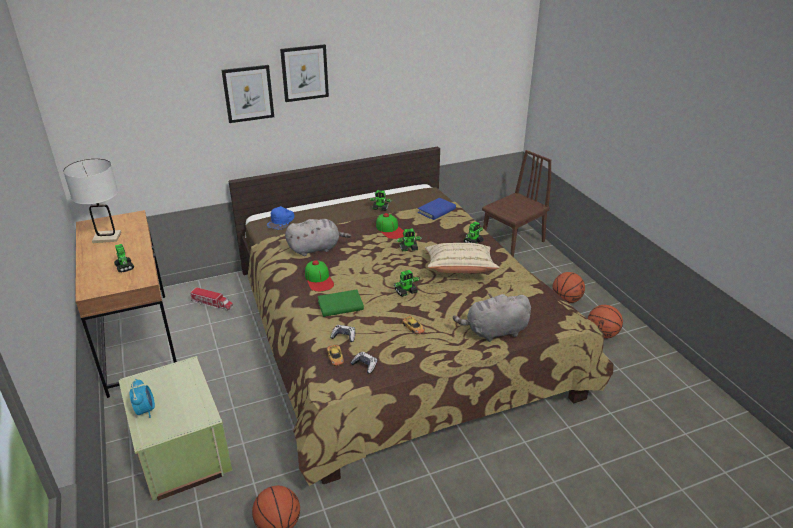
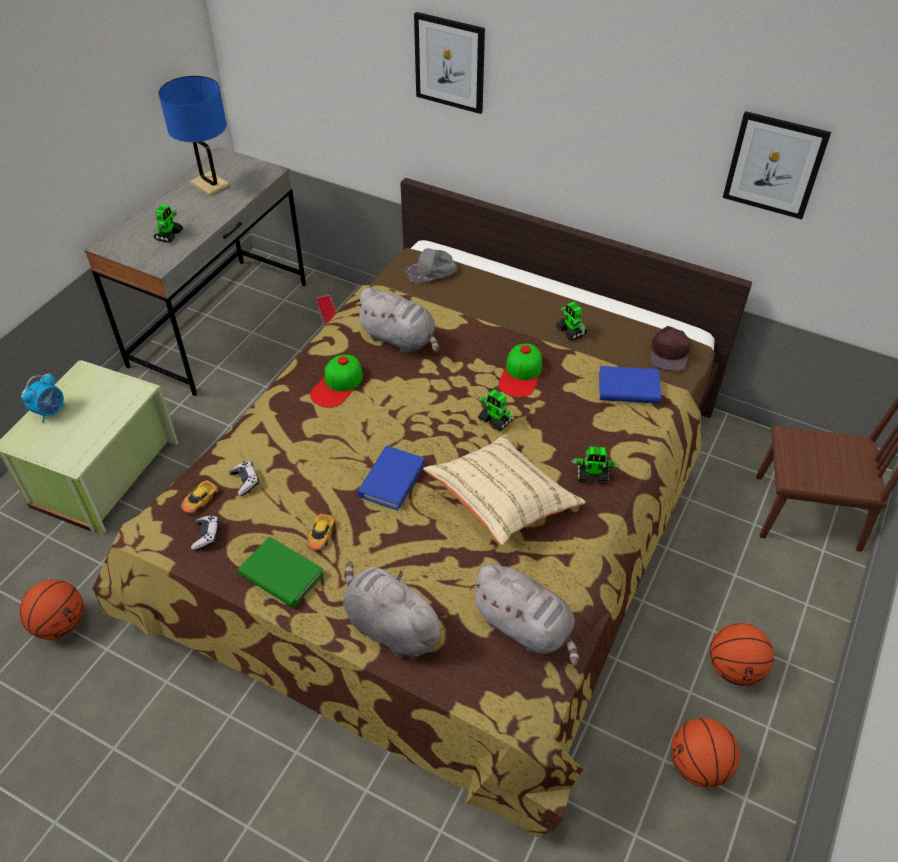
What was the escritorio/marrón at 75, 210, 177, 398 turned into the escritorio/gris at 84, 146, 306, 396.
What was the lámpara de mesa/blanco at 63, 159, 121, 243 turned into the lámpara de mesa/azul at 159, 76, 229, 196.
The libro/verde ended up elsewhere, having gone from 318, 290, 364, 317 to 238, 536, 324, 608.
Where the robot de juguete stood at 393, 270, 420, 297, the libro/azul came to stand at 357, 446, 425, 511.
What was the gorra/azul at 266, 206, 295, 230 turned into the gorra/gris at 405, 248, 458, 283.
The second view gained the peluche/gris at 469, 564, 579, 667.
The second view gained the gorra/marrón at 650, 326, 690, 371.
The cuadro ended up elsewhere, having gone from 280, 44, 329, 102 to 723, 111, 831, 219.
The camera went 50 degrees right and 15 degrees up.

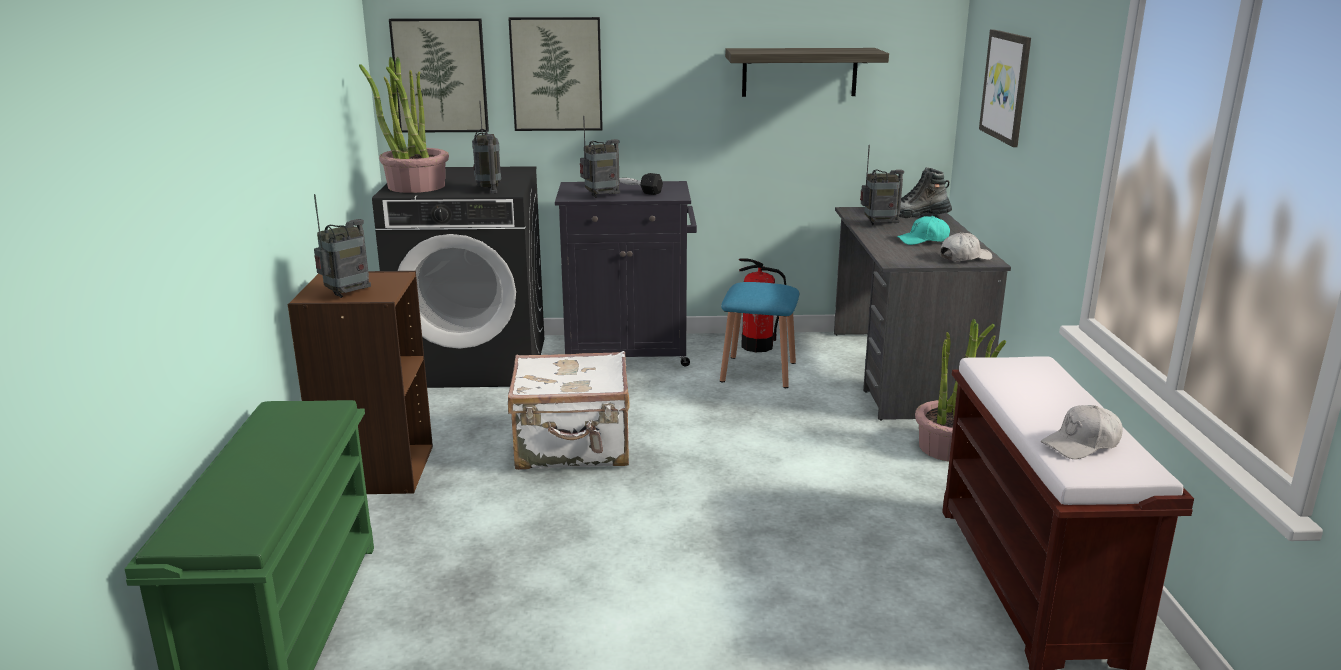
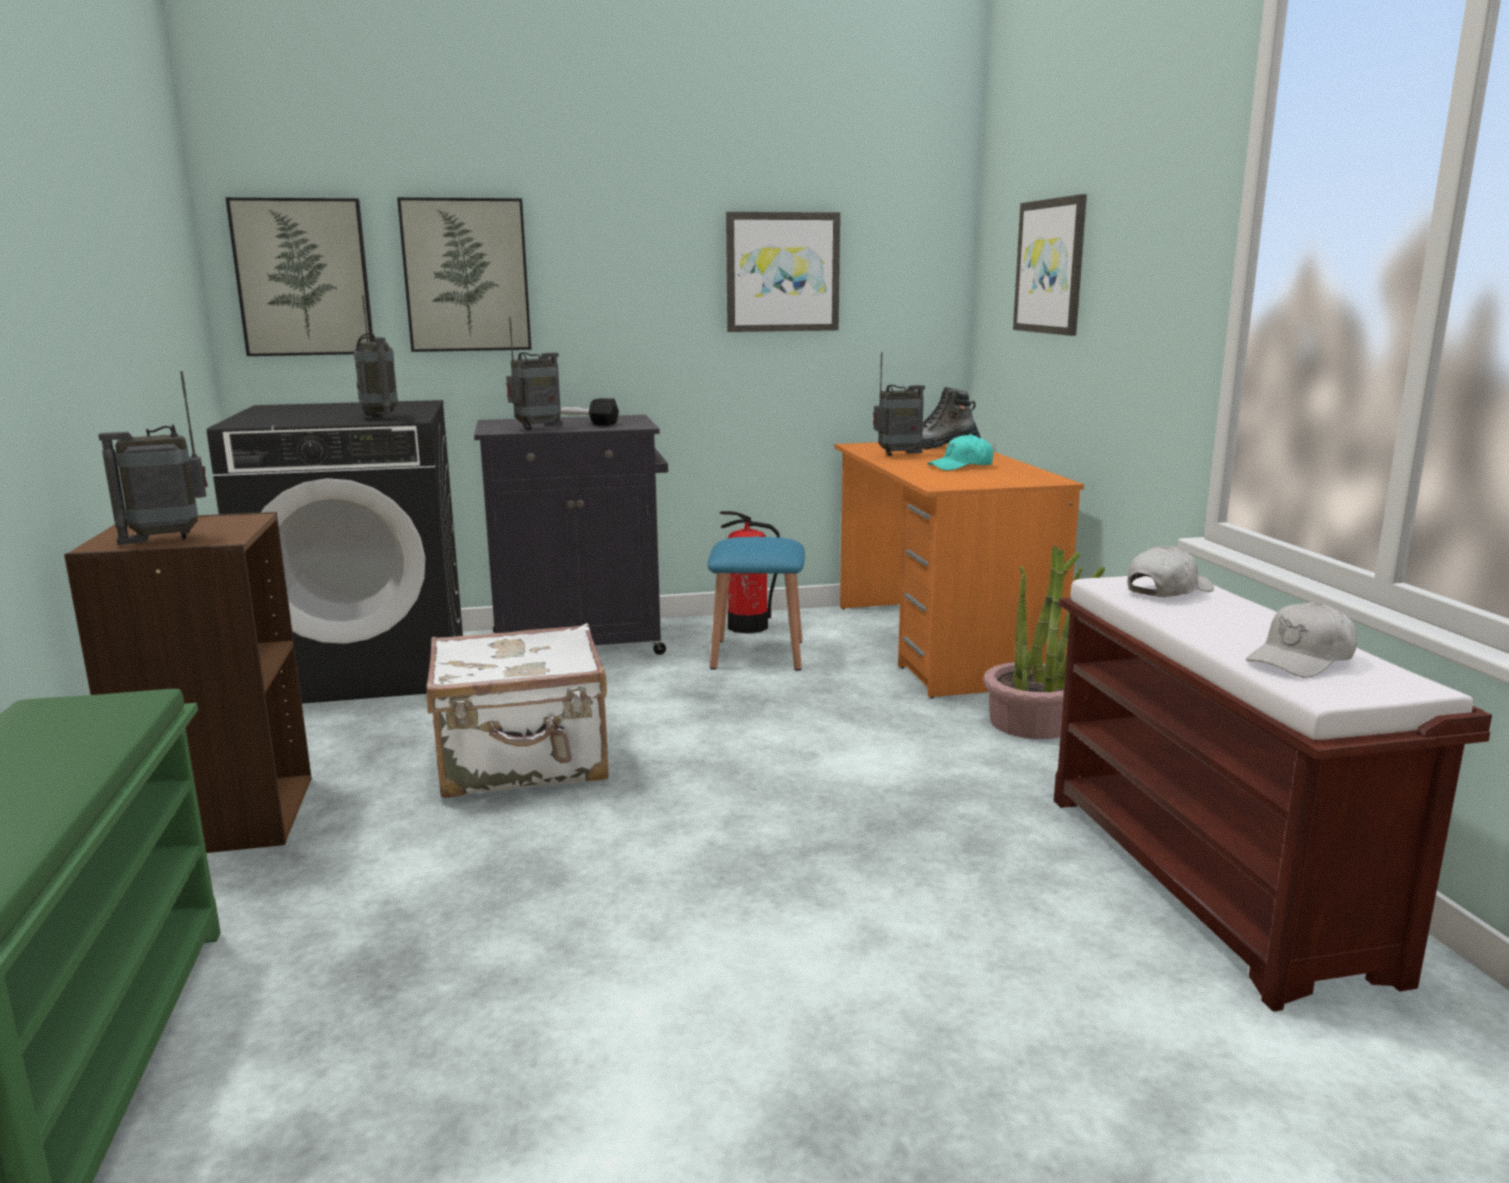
The radio at 314, 194, 371, 298 ended up facing another way, 150 degrees counterclockwise from before.
Where the estante hung at 725, 48, 889, 97, the cuadro came to hang at 726, 212, 840, 332.
What was the escritorio/gris at 834, 207, 1011, 420 turned into the escritorio/naranja at 834, 442, 1084, 698.
The gorra/blanco ended up elsewhere, having gone from 940, 232, 992, 261 to 1128, 546, 1214, 597.
The second view lost the planta en maceta at 359, 56, 449, 193.
The camera went 10 degrees left and 5 degrees down.

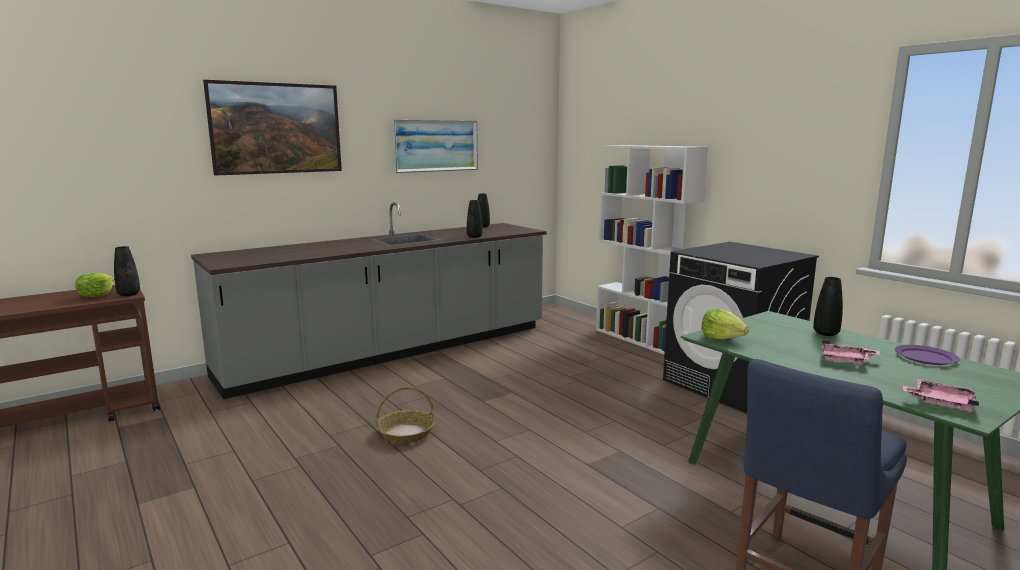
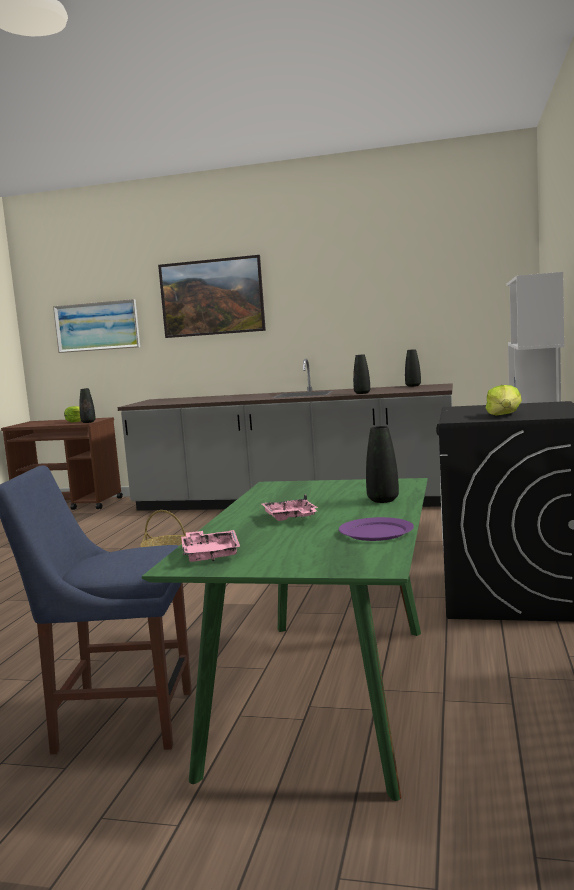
The cuadro ended up elsewhere, having gone from 392, 120, 478, 173 to 53, 299, 140, 353.
The lechuga ended up elsewhere, having gone from 701, 309, 749, 339 to 486, 385, 522, 415.
The camera went 50 degrees right and 5 degrees down.

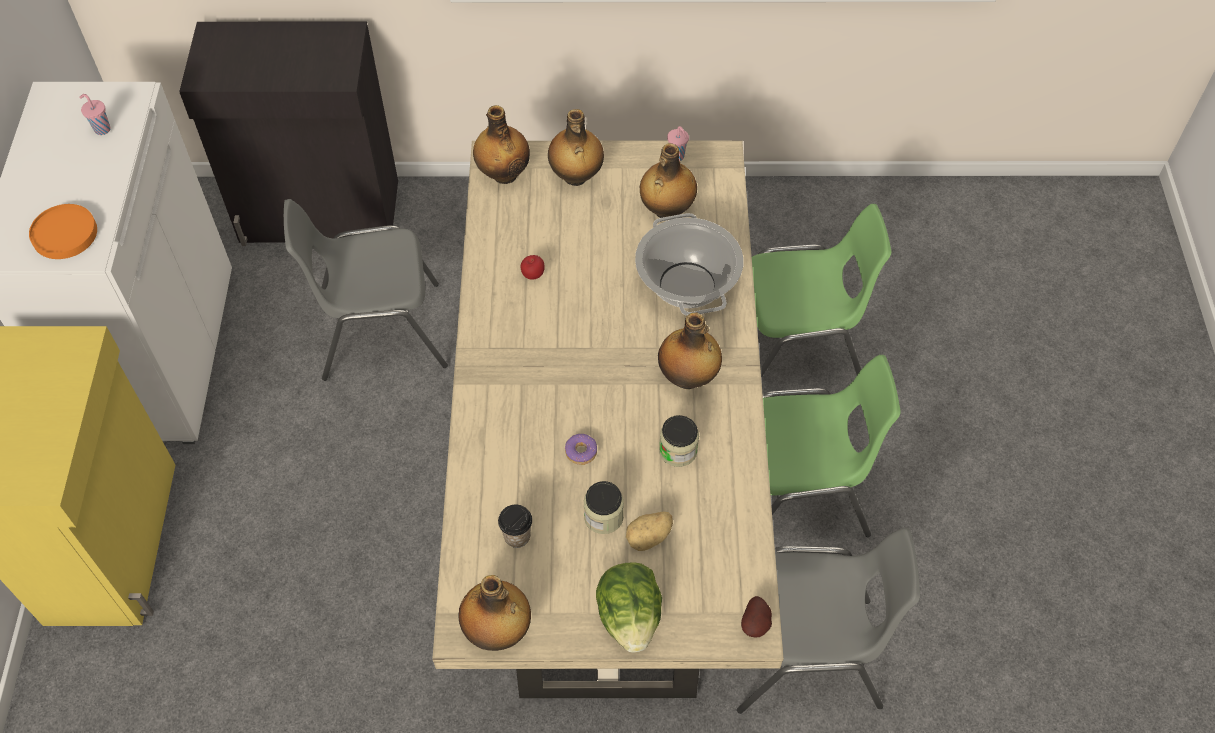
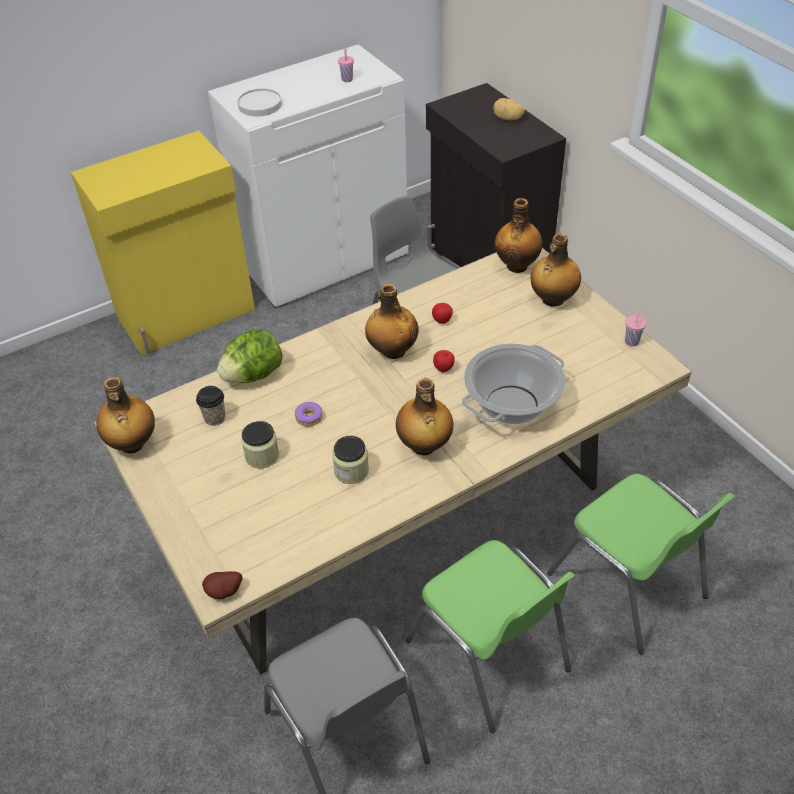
The lechuga ended up elsewhere, having gone from 596, 562, 662, 653 to 217, 330, 283, 383.
What was the plato/naranja at 29, 204, 97, 259 turned into the plato/blanco at 238, 88, 282, 116.
The botella ended up elsewhere, having gone from 640, 143, 697, 218 to 365, 284, 419, 359.
The second view gained the manzana at 433, 350, 455, 373.
The patata ended up elsewhere, having gone from 626, 512, 673, 551 to 493, 98, 525, 120.
The camera went 60 degrees right and 10 degrees down.

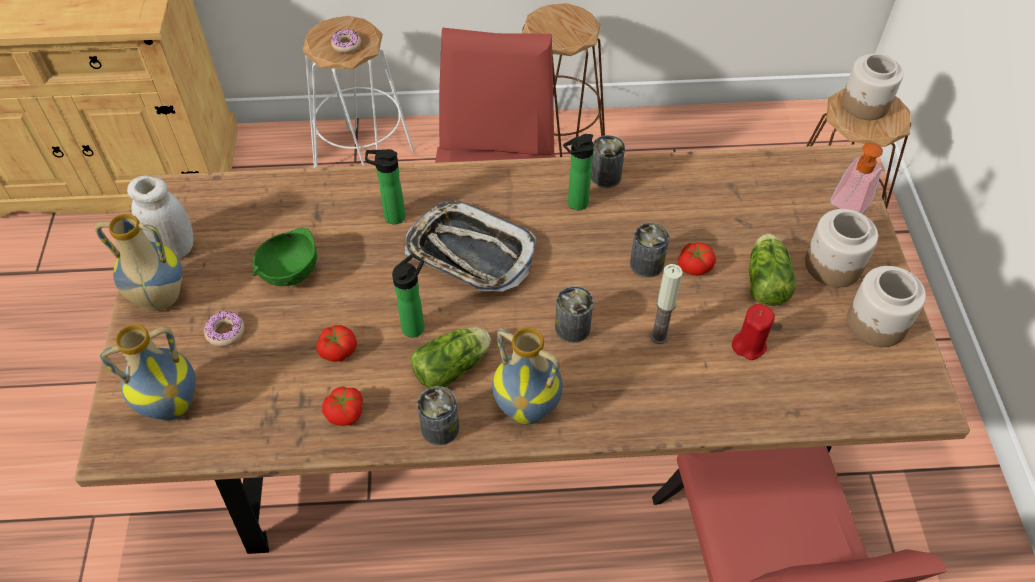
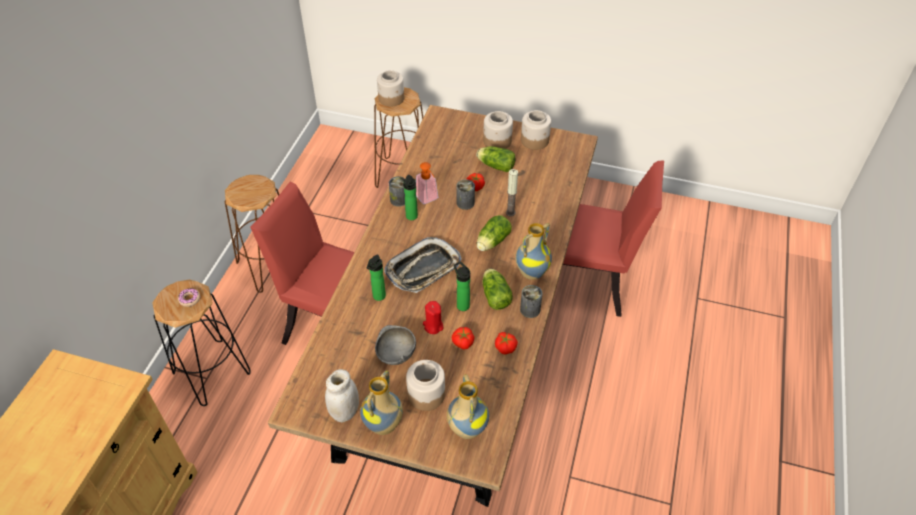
What was the taburete/blanco at 302, 16, 414, 168 turned into the taburete/negro at 152, 280, 251, 406.
What was the cuenco/verde at 253, 228, 317, 286 turned into the cuenco/gris at 375, 325, 416, 365.
Where the rosquilla stood at 204, 311, 245, 347, the tarro came to stand at 406, 360, 445, 411.
The dispensador de jabón ended up elsewhere, having gone from 831, 143, 883, 213 to 416, 162, 438, 204.
The vela/rojo ended up elsewhere, having gone from 732, 304, 775, 360 to 423, 301, 444, 334.
Where the lata stood at 555, 286, 593, 343, the lechuga came to stand at 477, 215, 512, 251.
The camera went 70 degrees left and 5 degrees down.

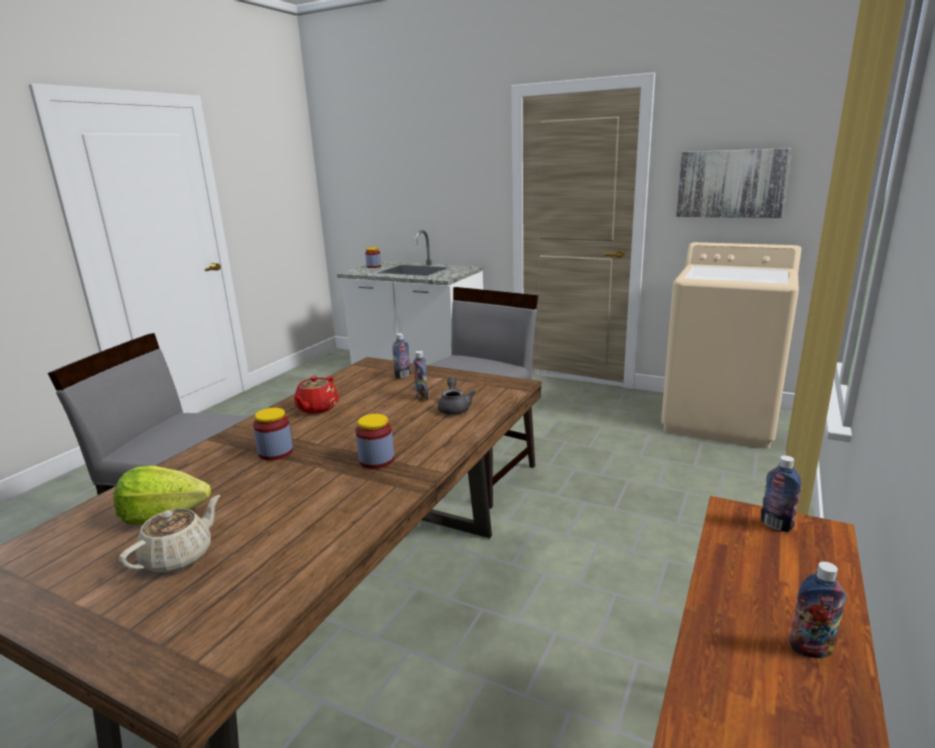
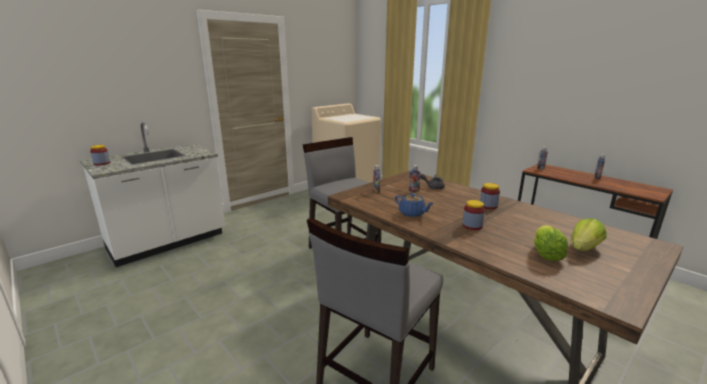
What was the tetera/rojo at 293, 376, 339, 414 turned into the tetera/azul at 395, 193, 434, 217.
Where the tetera/beis stood at 119, 495, 220, 573, the lechuga came to stand at 571, 218, 607, 251.
The second view lost the cuadro at 676, 148, 792, 218.
The camera went 70 degrees left and 0 degrees up.

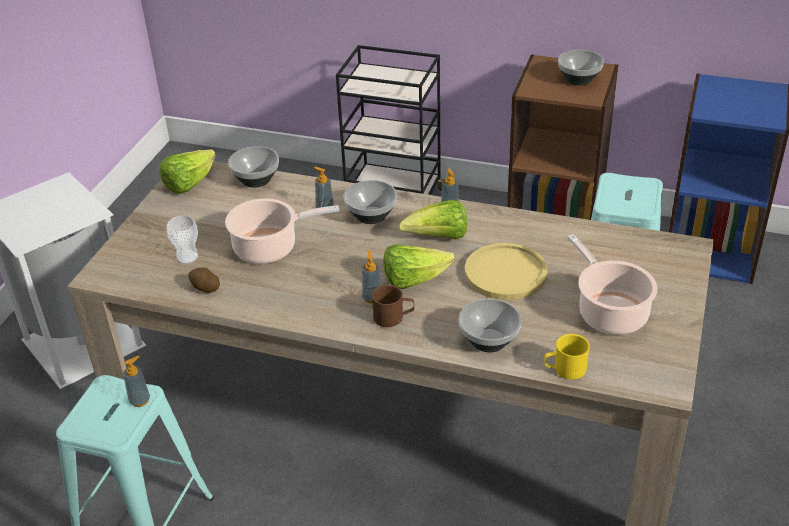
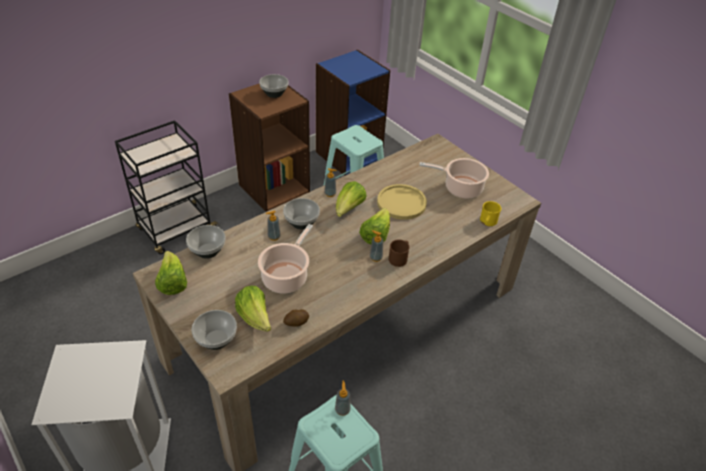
The cuenco ended up elsewhere, having gone from 459, 299, 522, 352 to 191, 310, 237, 350.
Where the taza stood at 166, 216, 198, 264, the lechuga came to stand at 235, 286, 271, 332.
The camera went 60 degrees left and 5 degrees up.

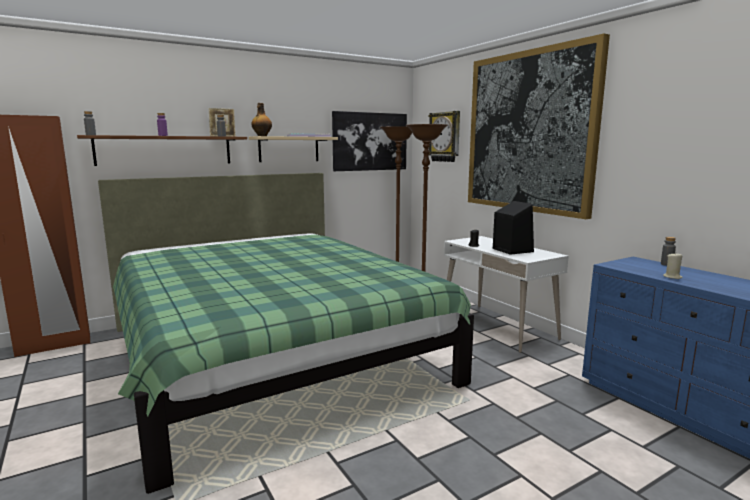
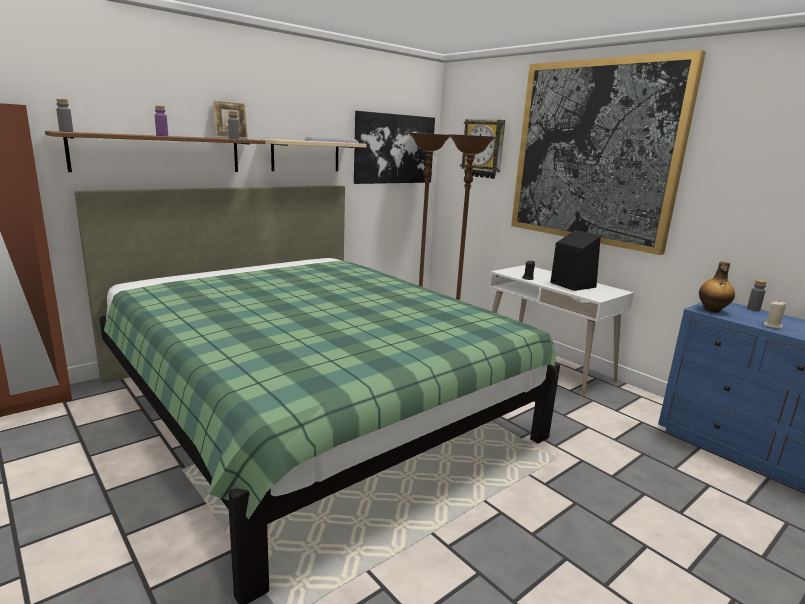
The botella ended up elsewhere, having gone from 251, 103, 272, 136 to 699, 261, 735, 313.
The camera went 10 degrees left and 5 degrees up.

